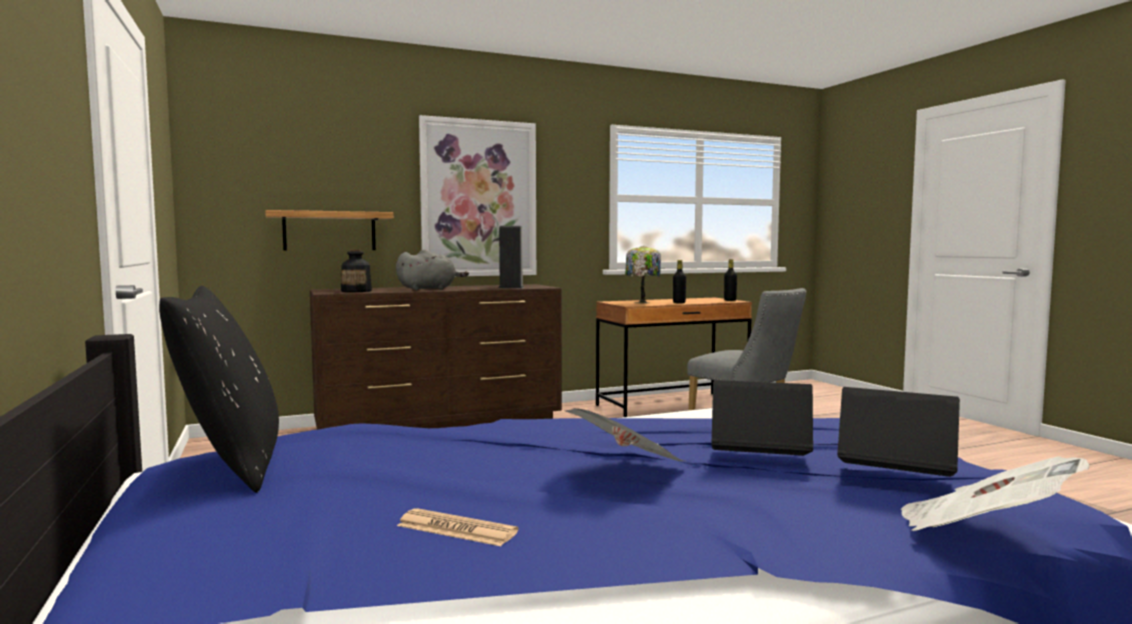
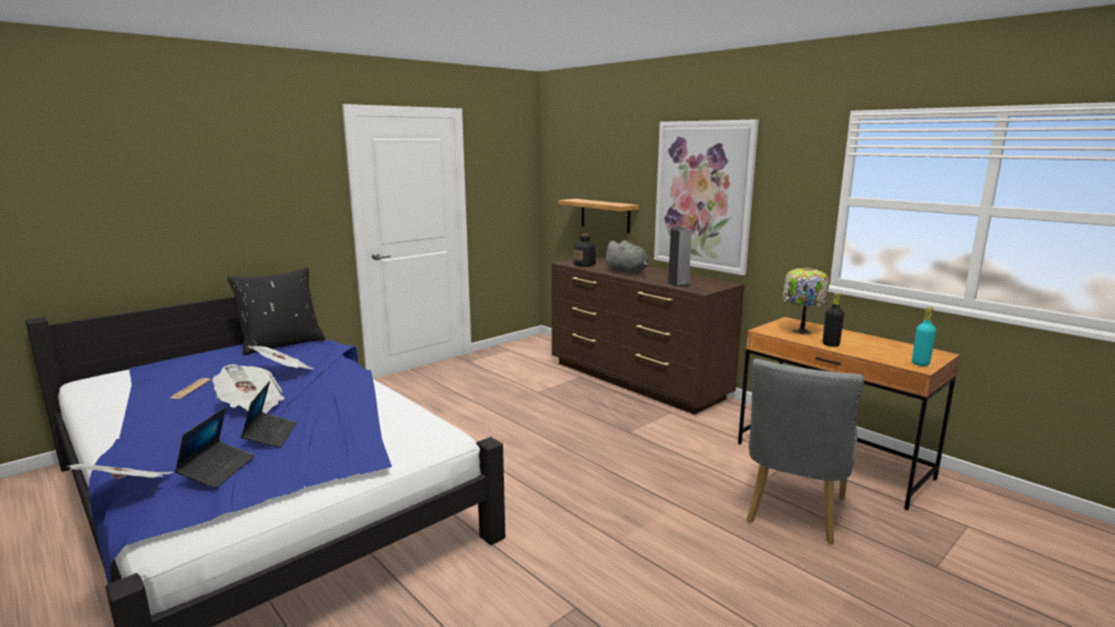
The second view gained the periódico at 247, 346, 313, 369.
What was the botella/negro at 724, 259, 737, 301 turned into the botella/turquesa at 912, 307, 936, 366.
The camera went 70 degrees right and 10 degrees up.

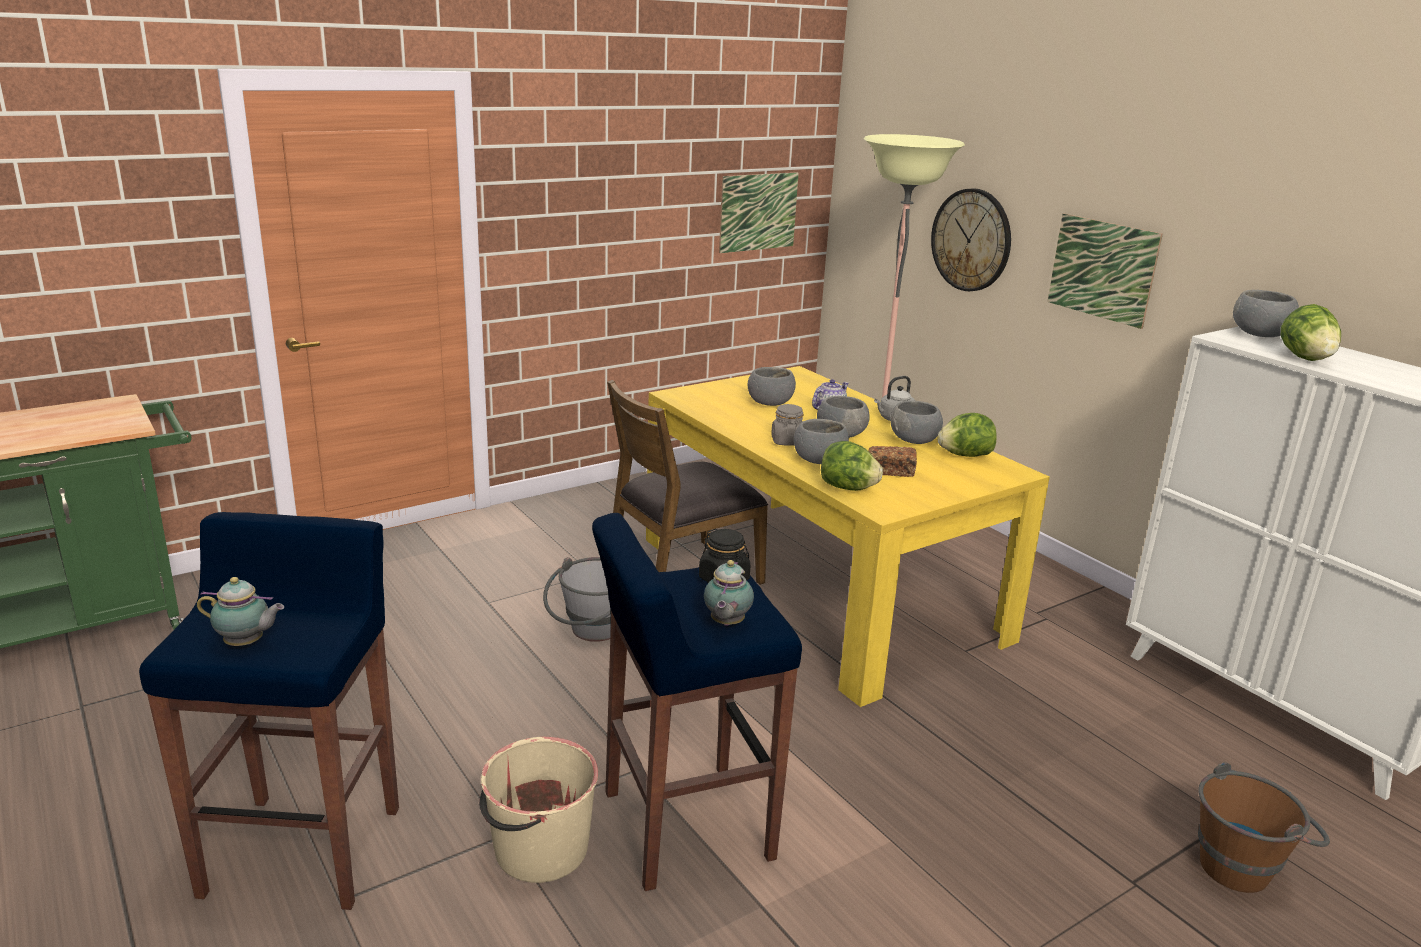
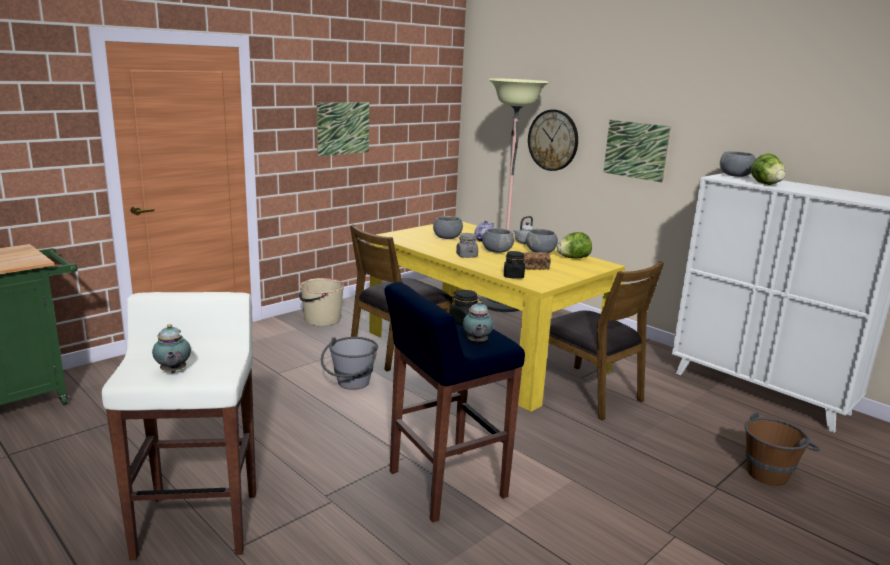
What was the taburete/azul at 139, 512, 399, 910 turned into the taburete/blanco at 102, 292, 256, 560.
The tetera at 197, 577, 284, 646 ended up facing another way, 75 degrees clockwise from before.
The cubo/beis ended up elsewhere, having gone from 479, 737, 598, 883 to 299, 278, 344, 326.
The cuadro ended up elsewhere, having gone from 719, 172, 799, 253 to 316, 102, 369, 156.
Where the lechuga stood at 821, 441, 883, 491, the tarro/negro came to stand at 504, 251, 525, 279.
The second view gained the silla/marrón at 549, 261, 664, 420.
The second view lost the cuenco/gris at 794, 419, 849, 464.
The camera went 10 degrees left and 5 degrees down.

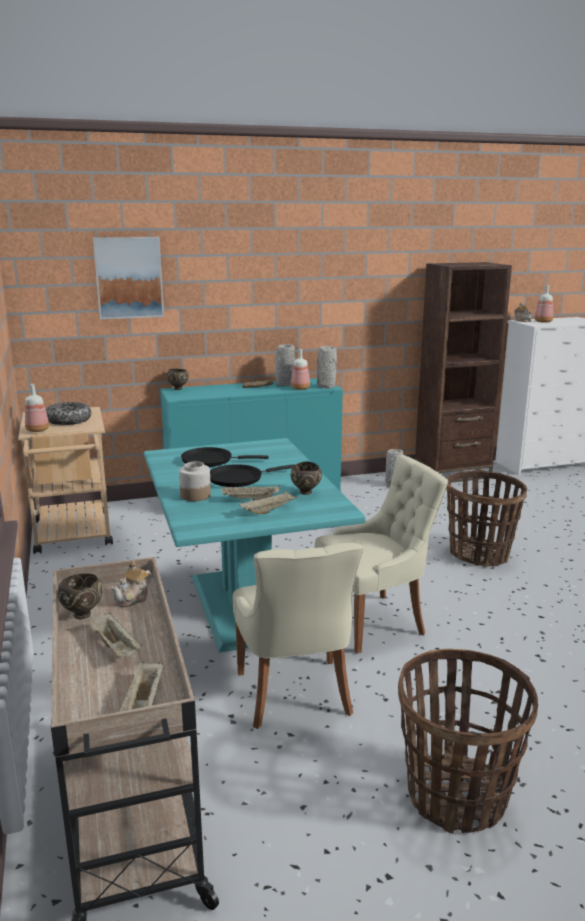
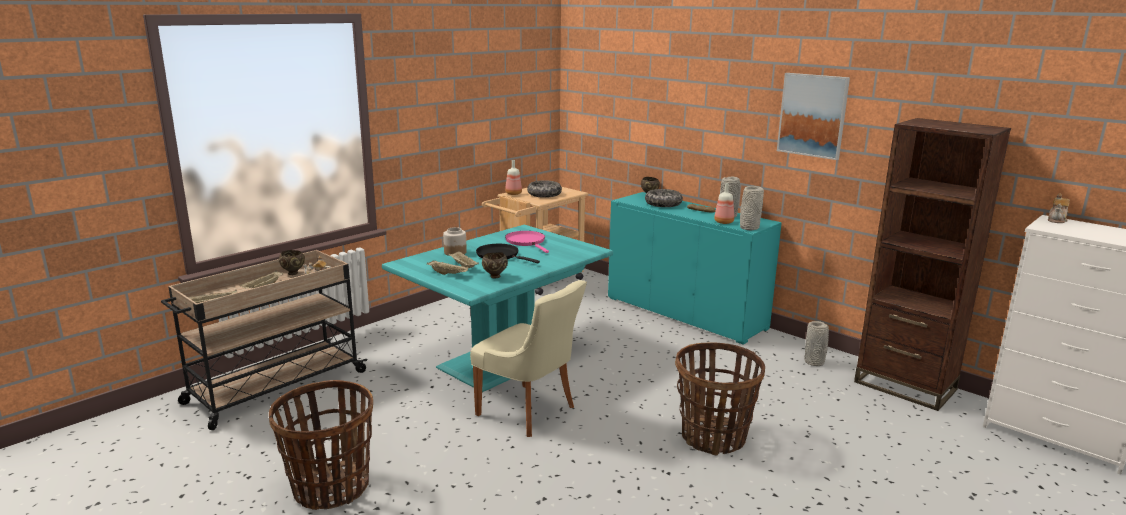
What was the sartén/negro at 181, 447, 269, 467 turned into the sartén/rosa at 505, 231, 549, 253.
The second view gained the cuenco at 645, 189, 683, 207.
The cuadro ended up elsewhere, having gone from 93, 237, 164, 319 to 777, 73, 850, 160.
The second view lost the silla/beis at 233, 543, 363, 729.
The second view lost the botella at 535, 285, 553, 323.
The camera went 60 degrees right and 0 degrees up.

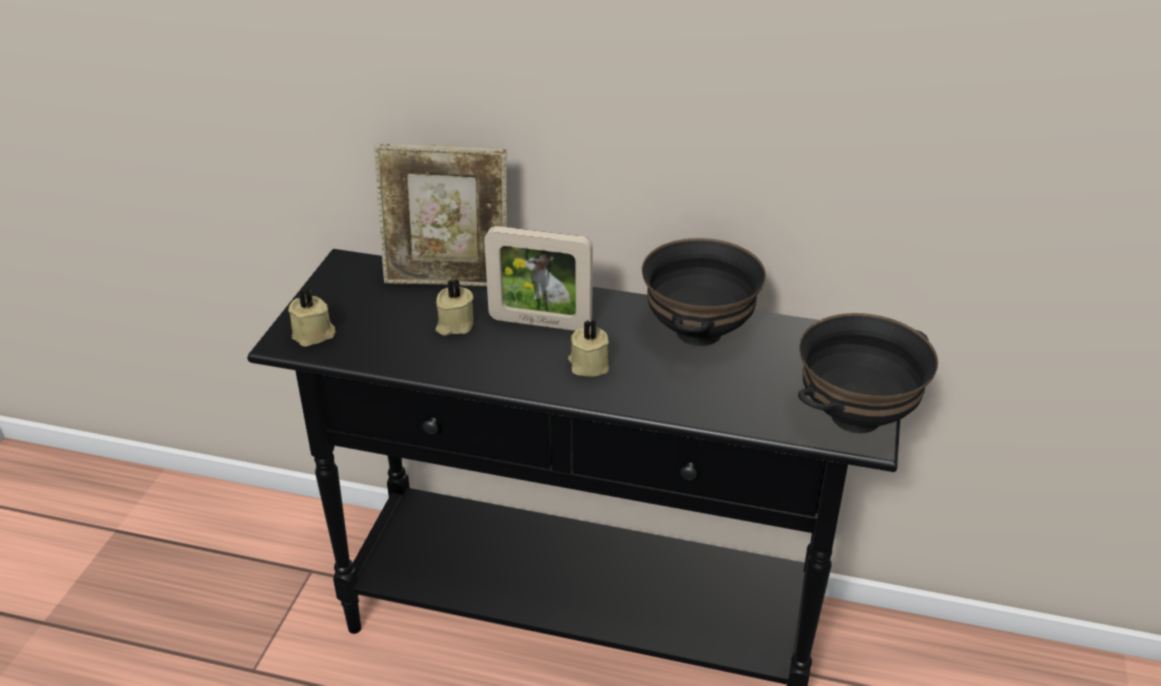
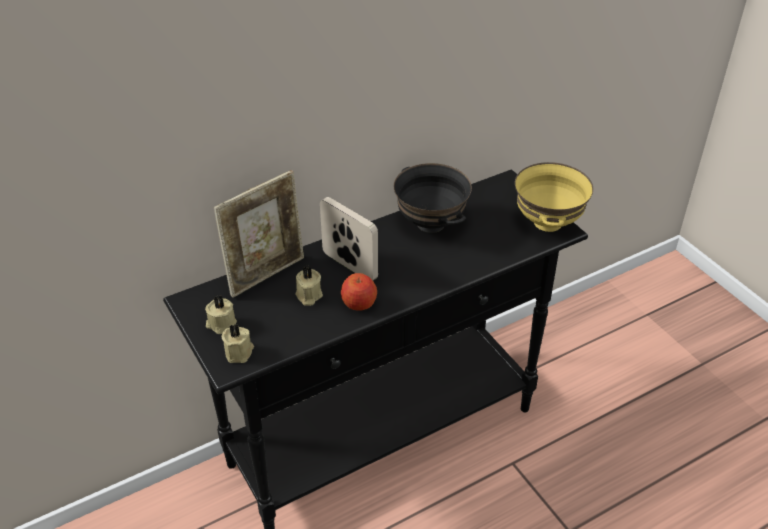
The vela/beis ended up elsewhere, having gone from 568, 320, 609, 377 to 205, 296, 237, 334.
The portarretratos at 484, 226, 593, 331 ended up facing another way, 105 degrees counterclockwise from before.
The second view gained the manzana at 341, 273, 377, 311.
What was the cuenco/negro at 798, 313, 938, 433 turned into the cuenco/amarillo at 515, 162, 593, 232.
The camera went 45 degrees left and 5 degrees up.

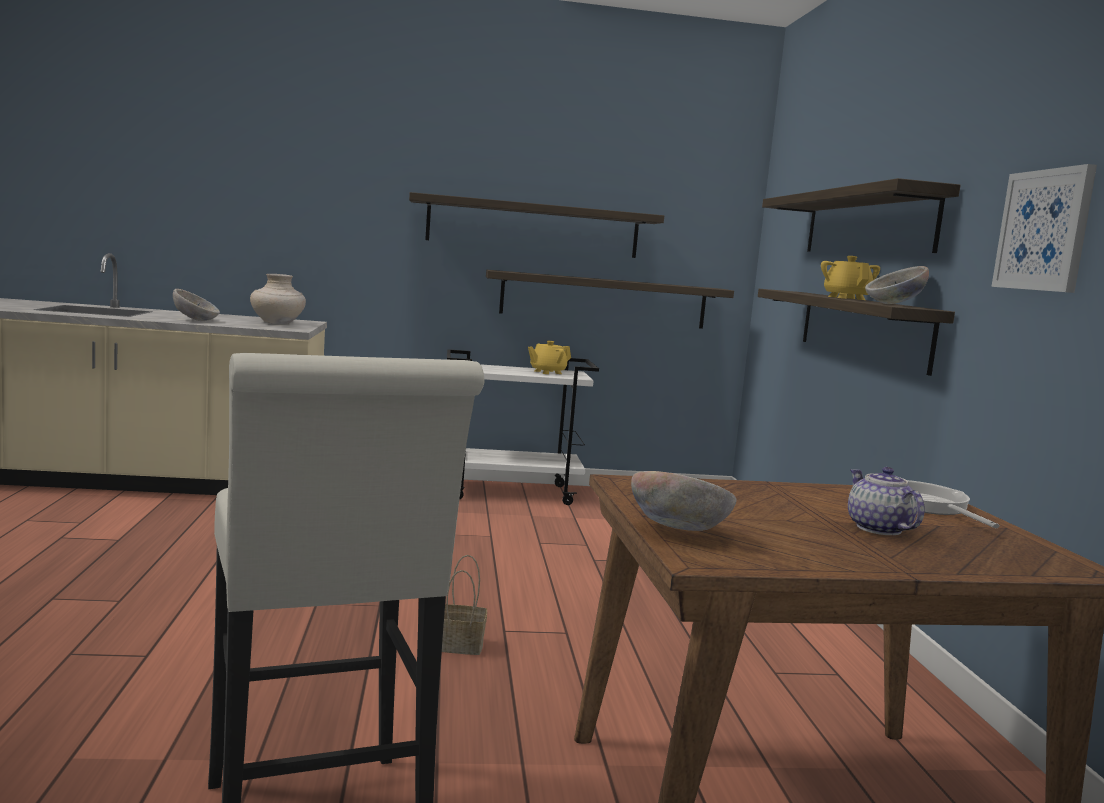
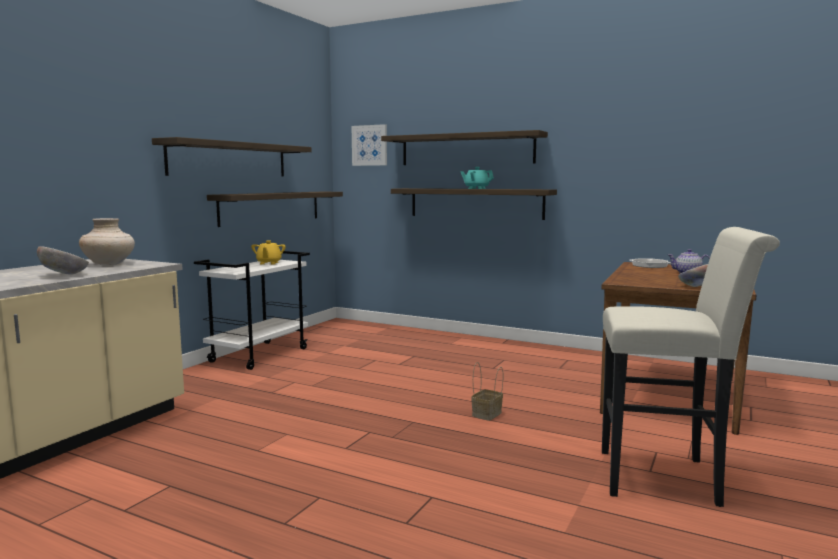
The cuadro ended up elsewhere, having gone from 991, 164, 1097, 293 to 352, 124, 387, 166.
What was the tetera/amarillo at 821, 256, 880, 300 turned into the tetera/turquesa at 460, 167, 494, 189.
The second view lost the cuenco at 865, 266, 929, 304.
The camera went 55 degrees left and 0 degrees up.

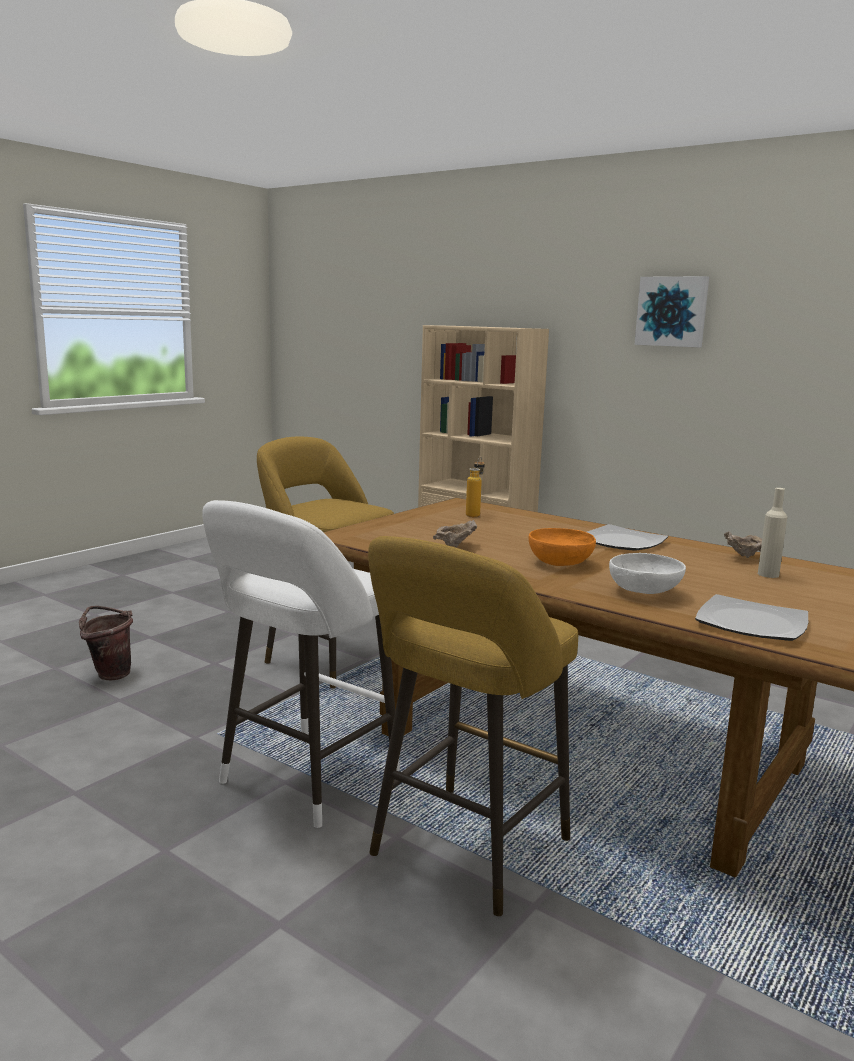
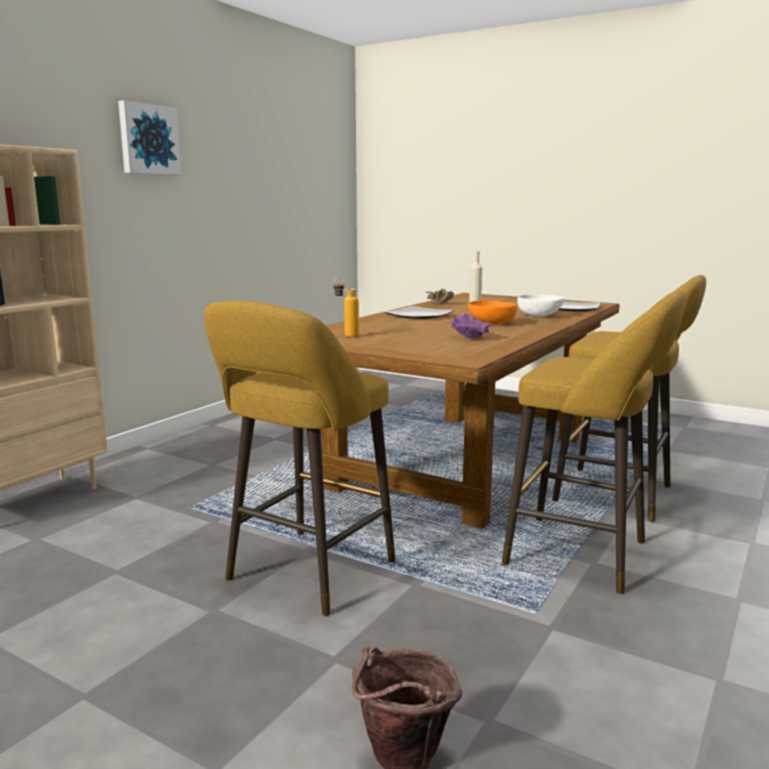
What was the cuenco/beis at 433, 520, 477, 547 turned into the cuenco/morado at 450, 313, 492, 339.
What was the taburete/blanco at 202, 500, 400, 828 turned into the taburete/amarillo at 502, 291, 686, 594.
The camera went 95 degrees left and 0 degrees up.

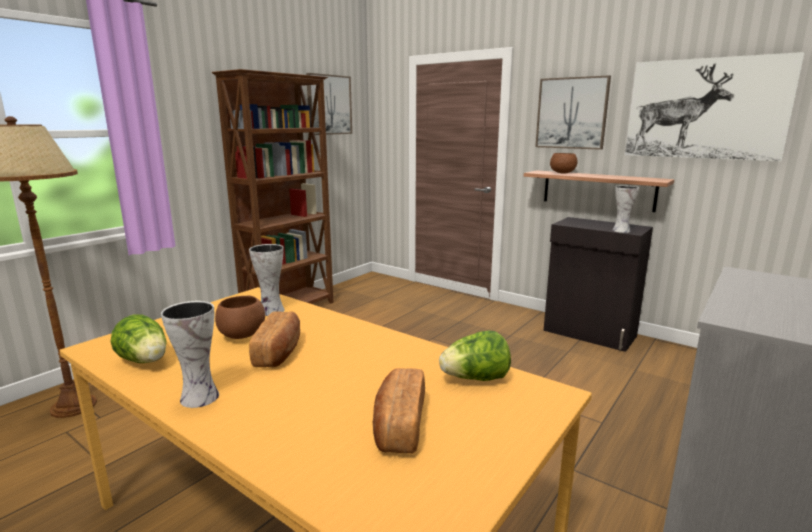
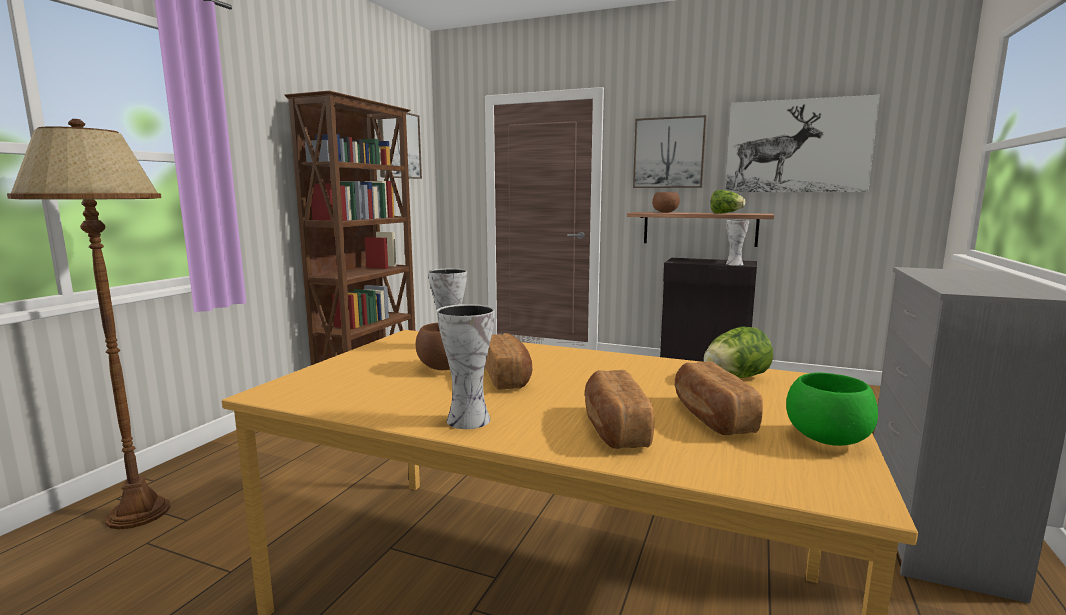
The second view gained the pan at 585, 370, 654, 449.
The lechuga ended up elsewhere, having gone from 111, 314, 166, 363 to 710, 190, 745, 214.
The second view gained the cuenco/verde at 786, 372, 878, 446.
The camera went 15 degrees left and 5 degrees down.

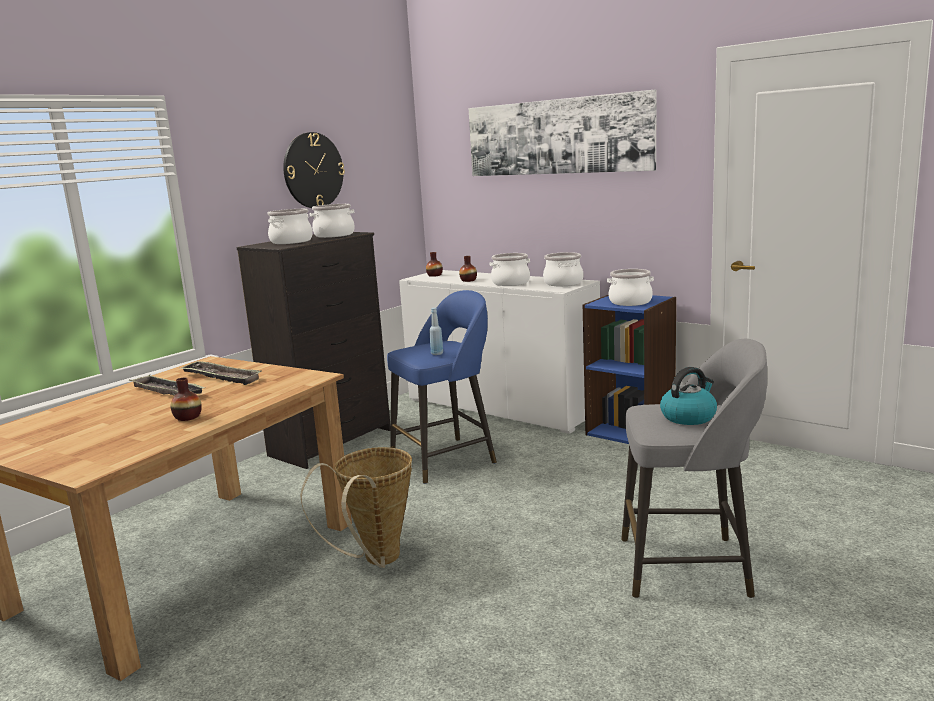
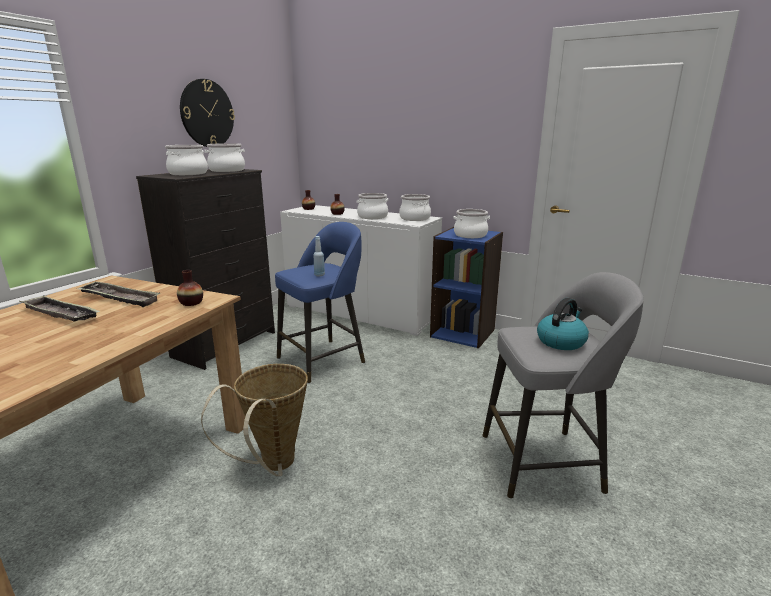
The florero ended up elsewhere, having gone from 171, 378, 202, 421 to 177, 270, 203, 306.
The second view lost the cuadro at 468, 90, 656, 176.
The camera went 10 degrees left and 5 degrees up.

